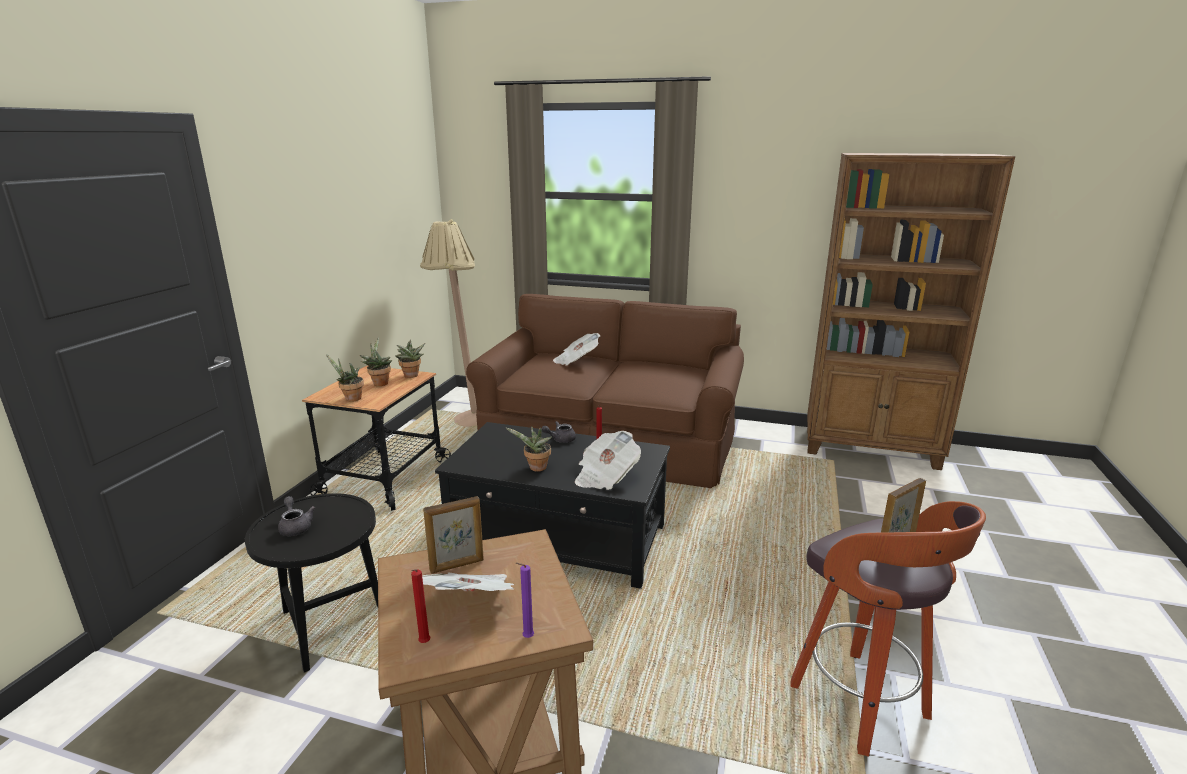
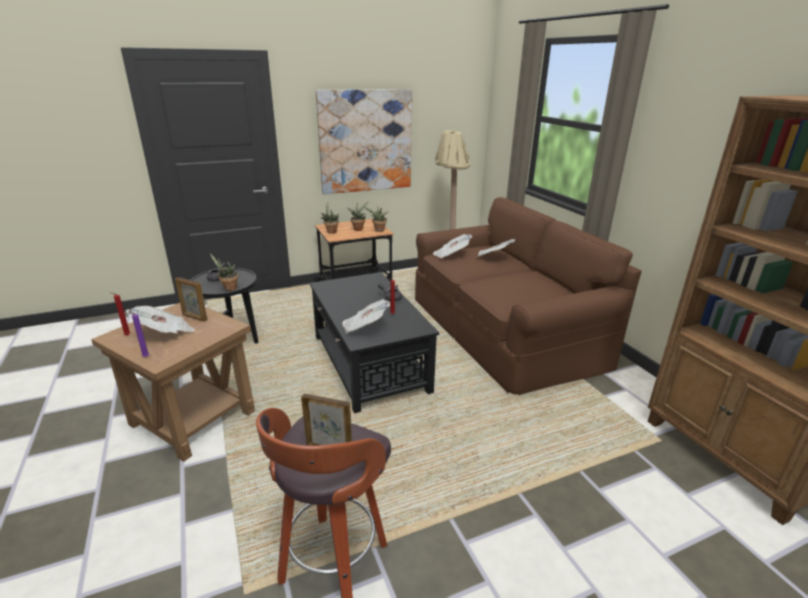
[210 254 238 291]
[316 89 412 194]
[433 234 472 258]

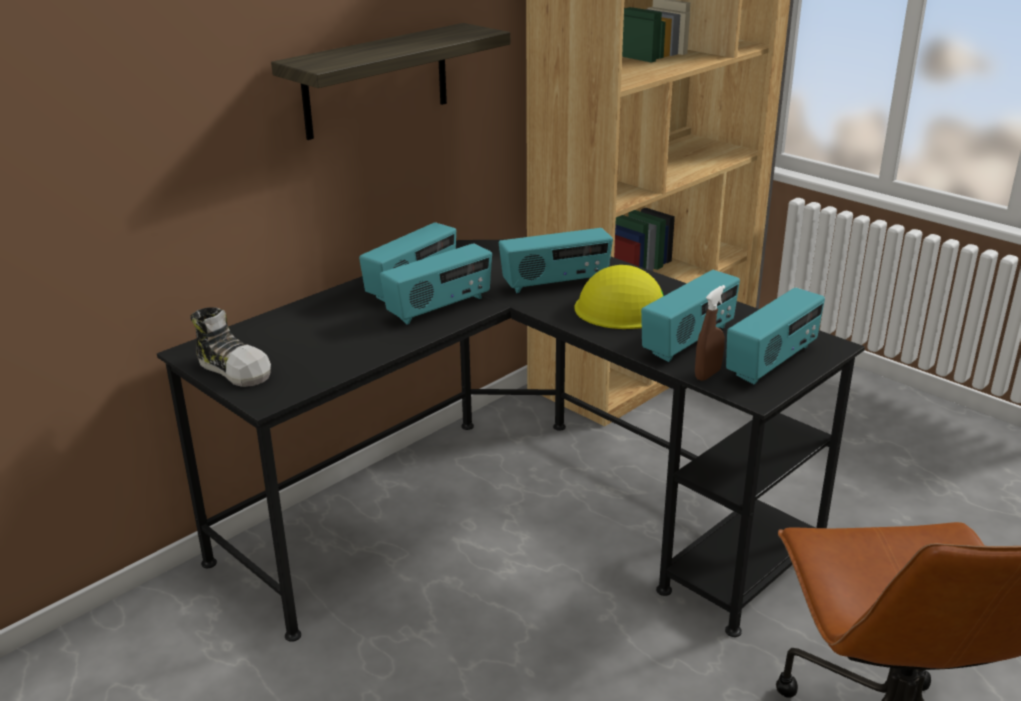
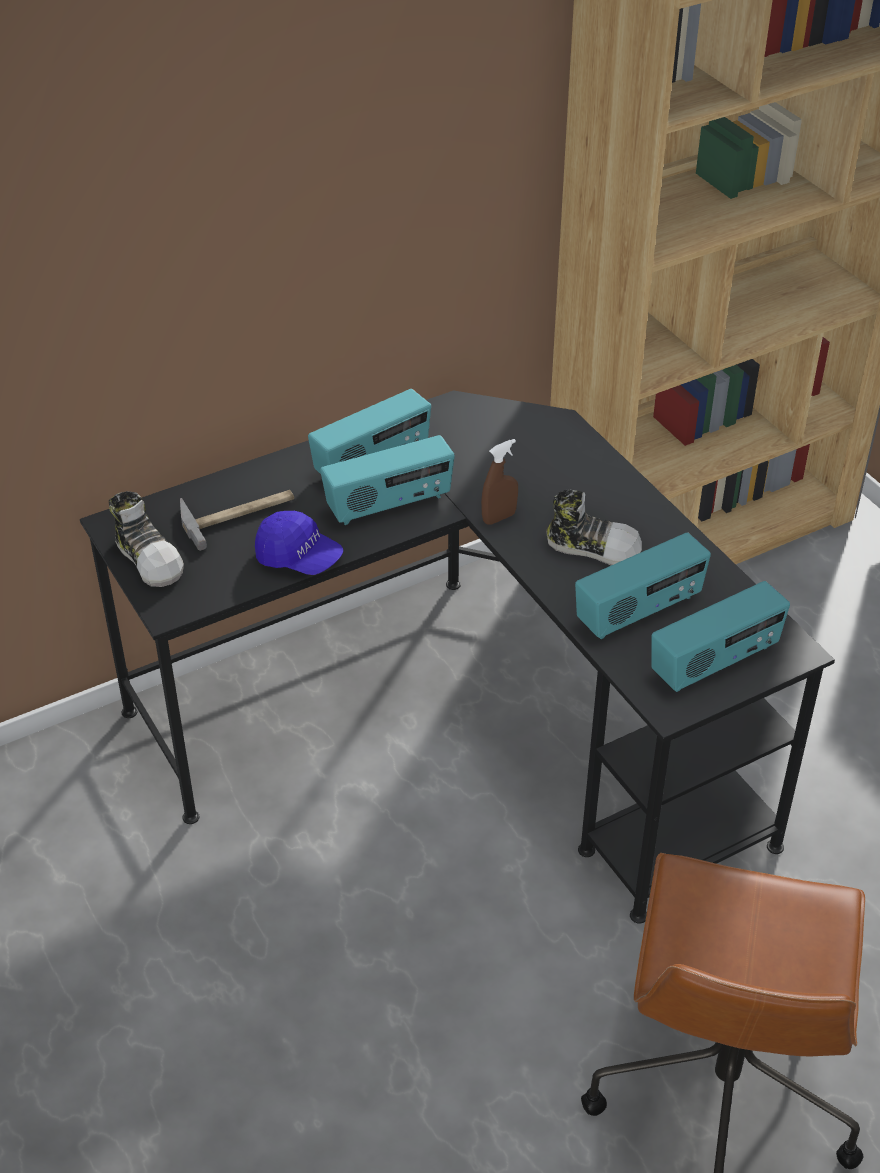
[271 23 510 140] (first image)
[499 228 613 293] (first image)
[546 489 642 565]
[481 439 518 525]
[180 490 294 551]
[255 511 343 575]

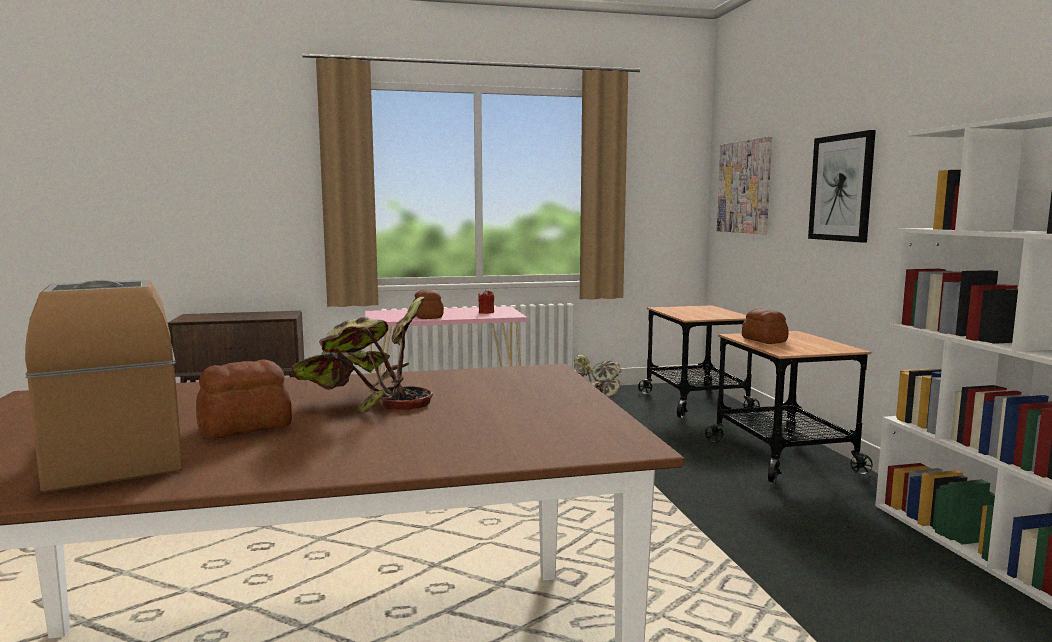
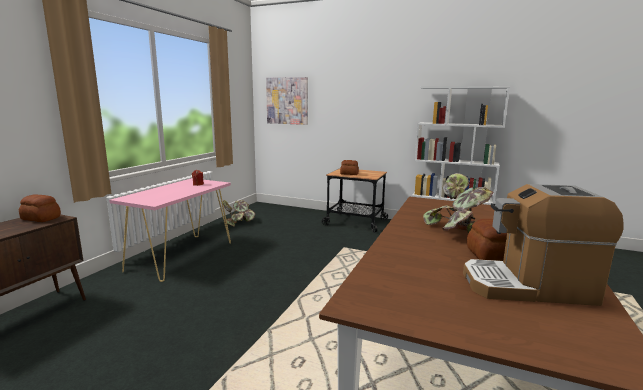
[808 130 876 243] (first image)
[19 194 61 222]
[638 305 760 418] (first image)

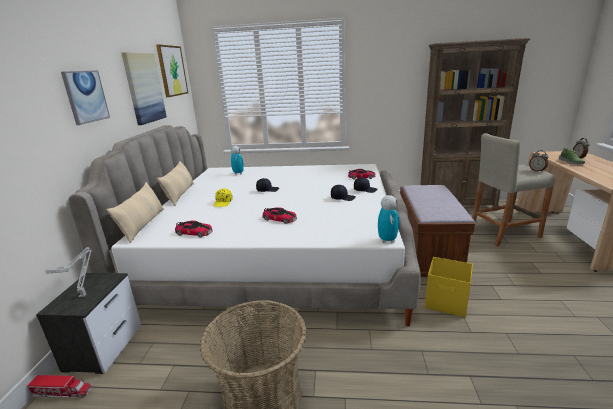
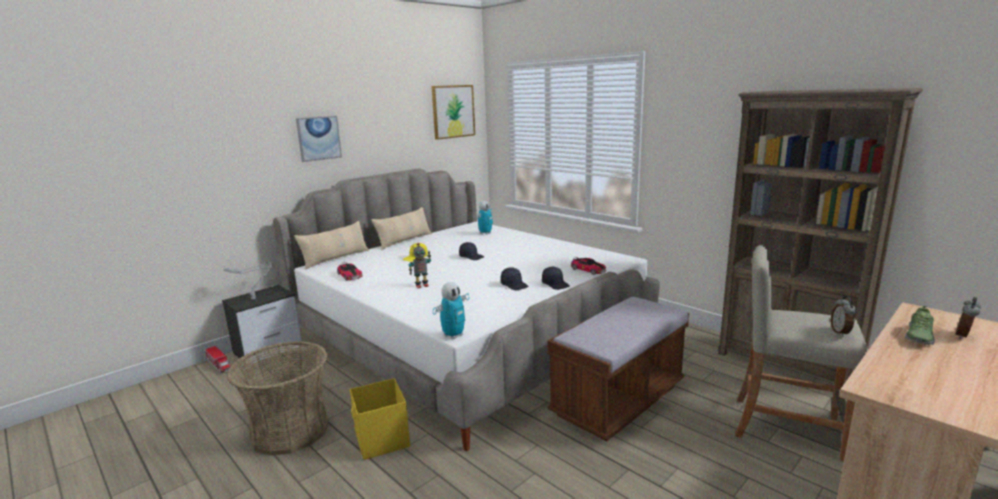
[122 52 167 125] (first image)
[409 243 431 288]
[350 378 410 460]

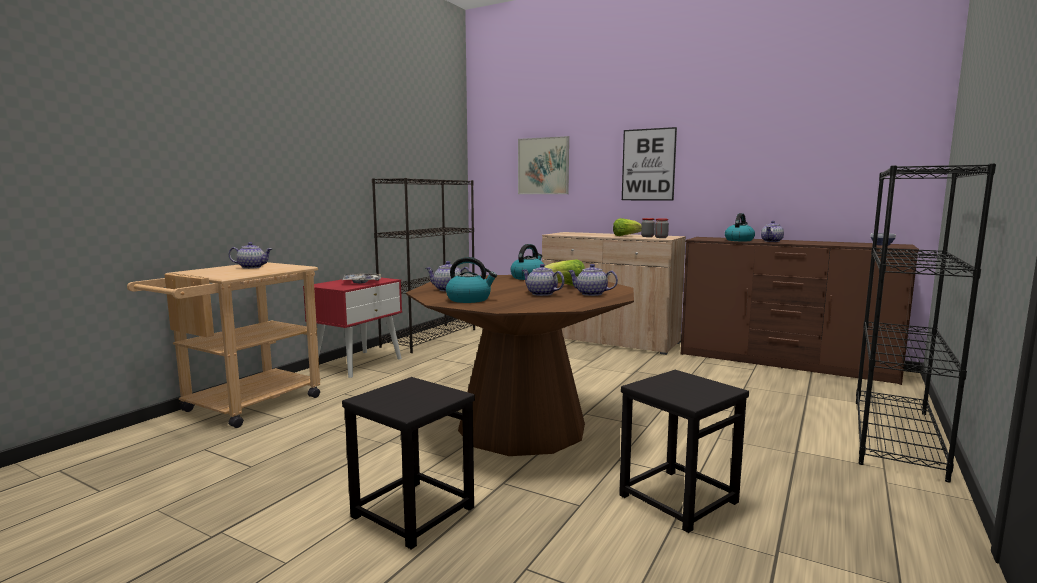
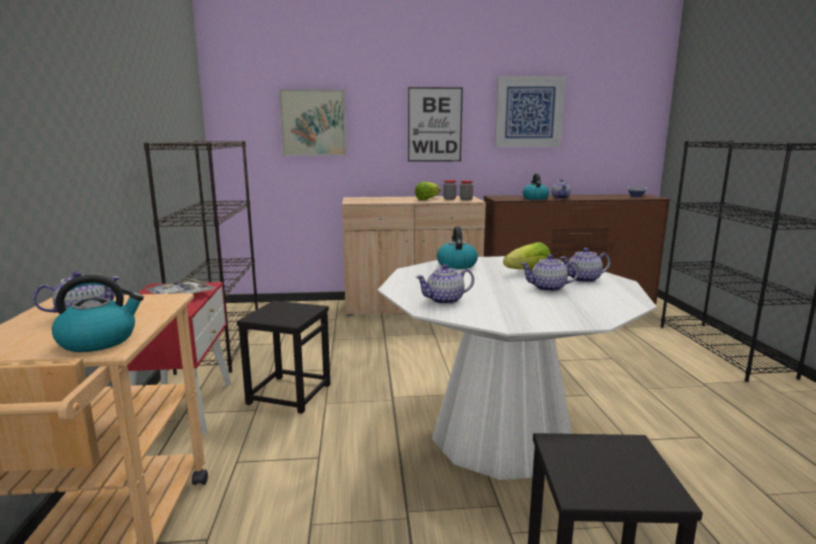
[52 275 144 352]
[378 256 657 480]
[237 301 330 414]
[495 76 566 147]

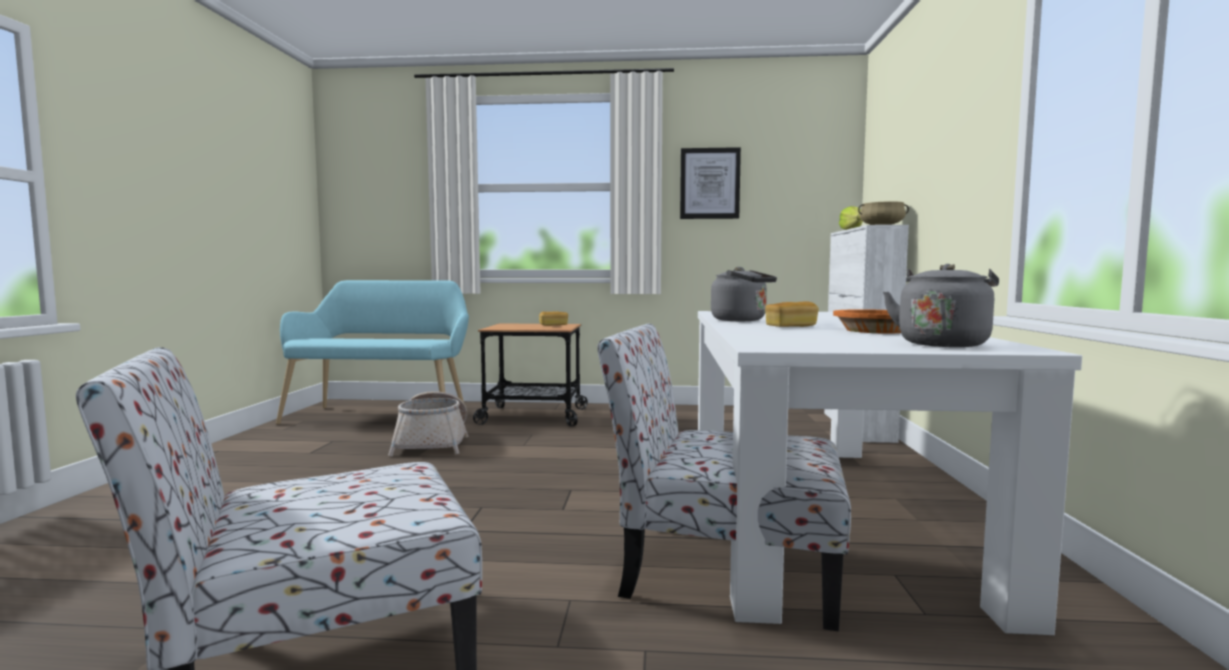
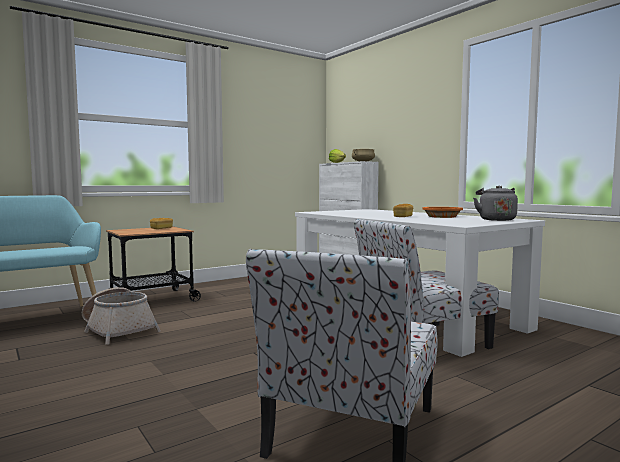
[680 147 741 219] (first image)
[711 267 777 321] (first image)

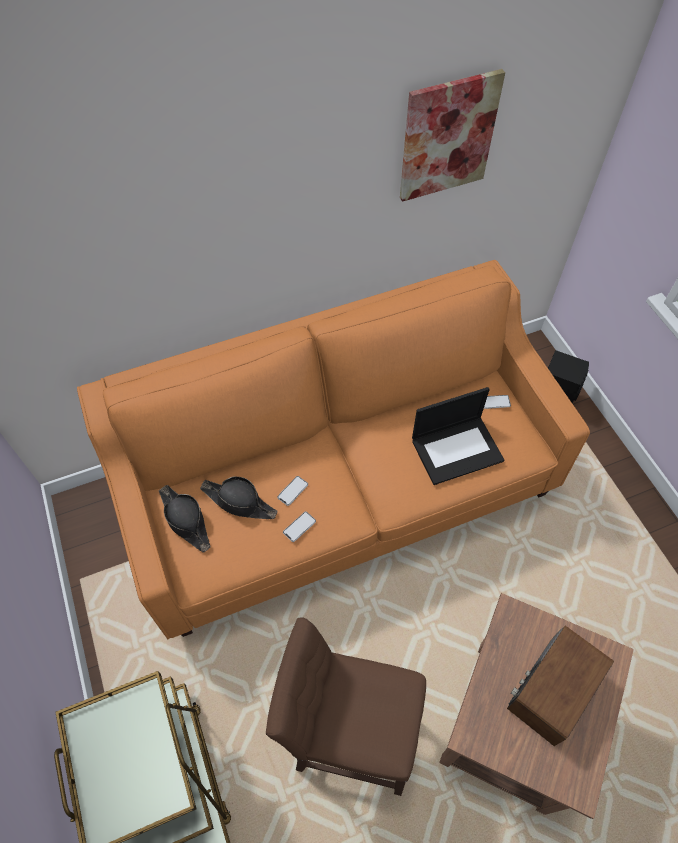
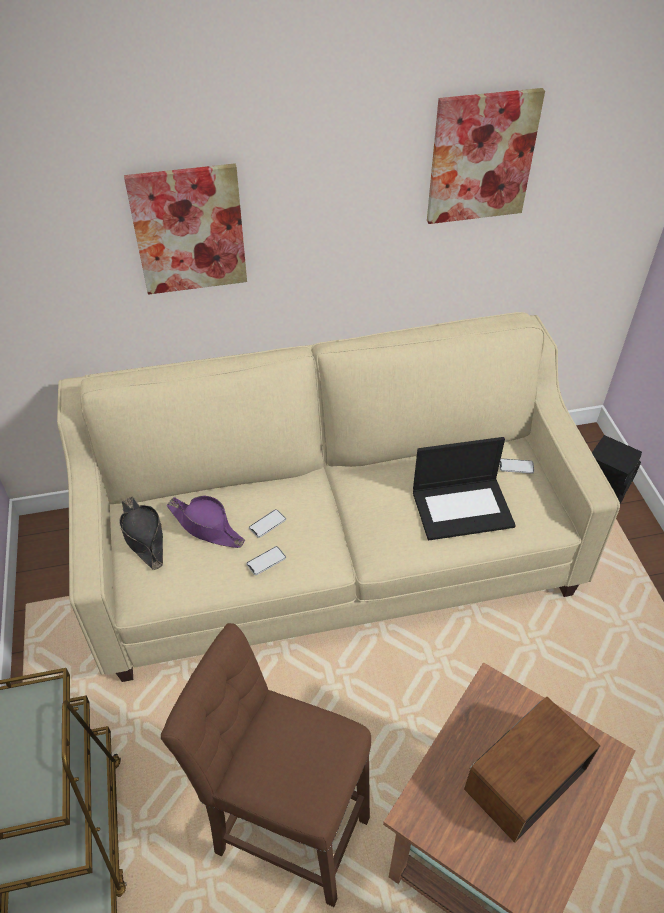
[57 312 620 682]
[166 495 245 548]
[124 163 247 295]

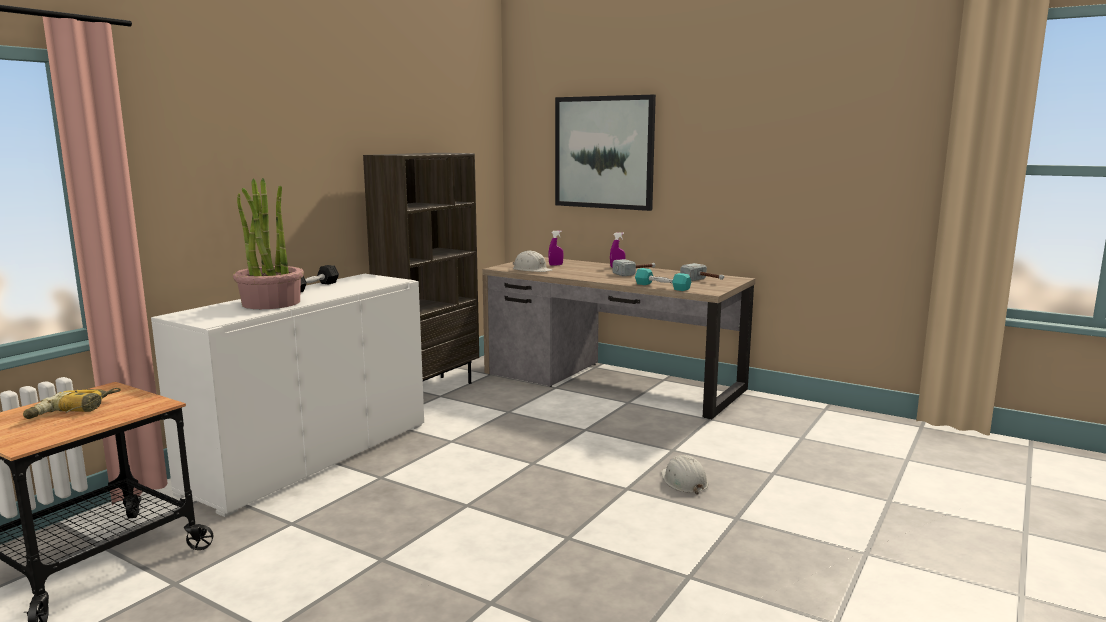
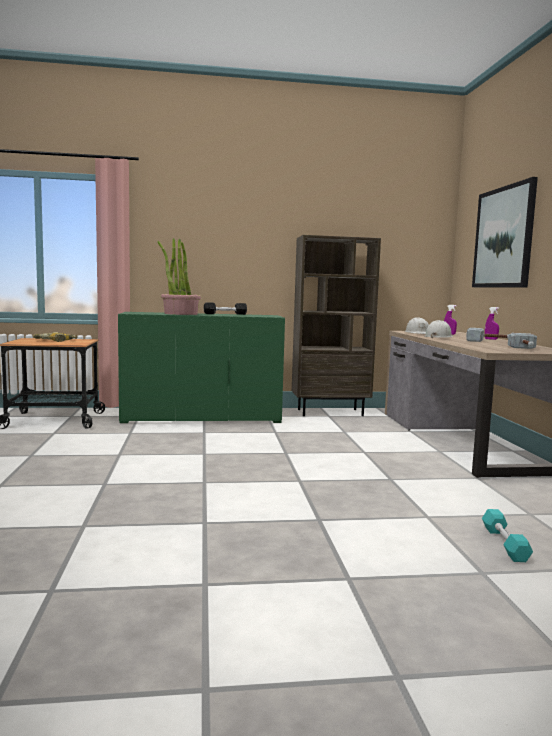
[482 509 533 562]
[118 312 285 423]
[424 320 453 338]

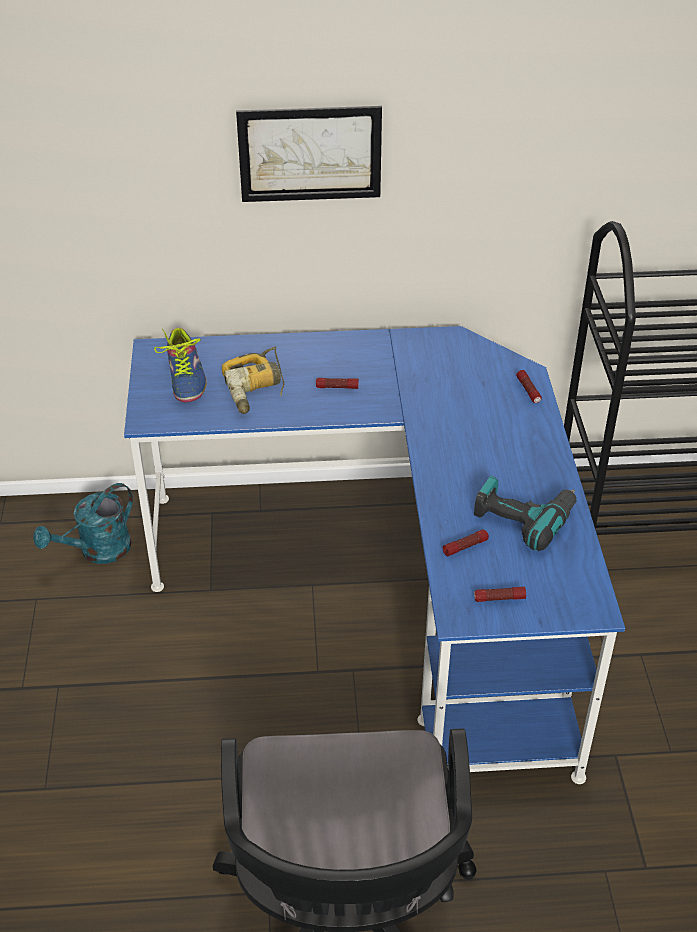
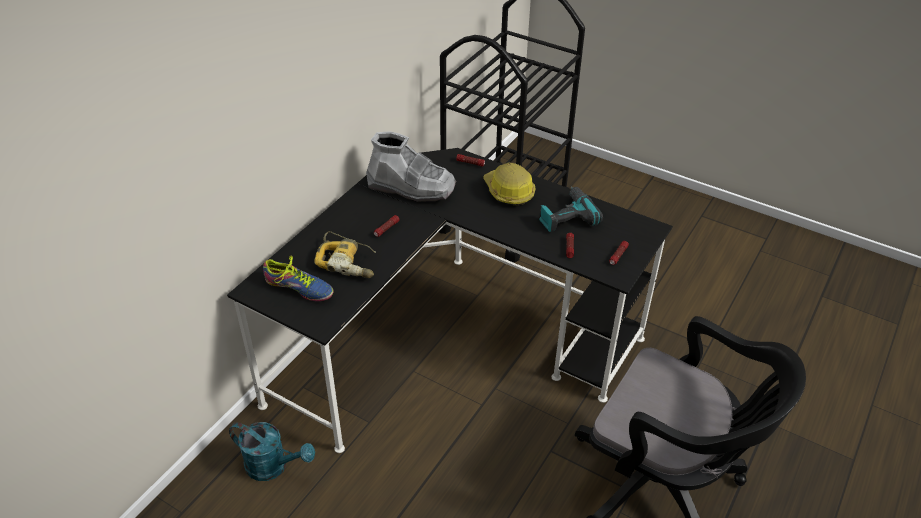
[236 106 382 202] (first image)
[227 148 673 453]
[229 422 315 481]
[366 131 456 202]
[483 162 536 206]

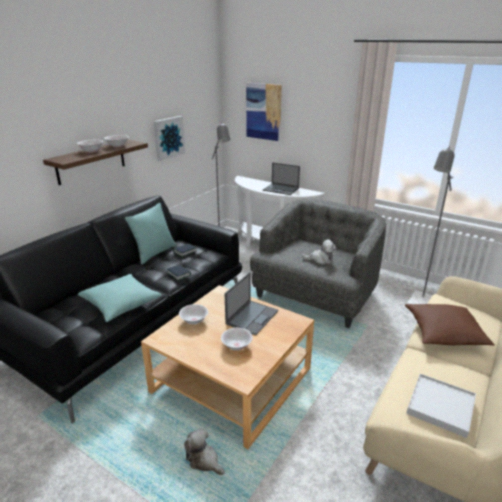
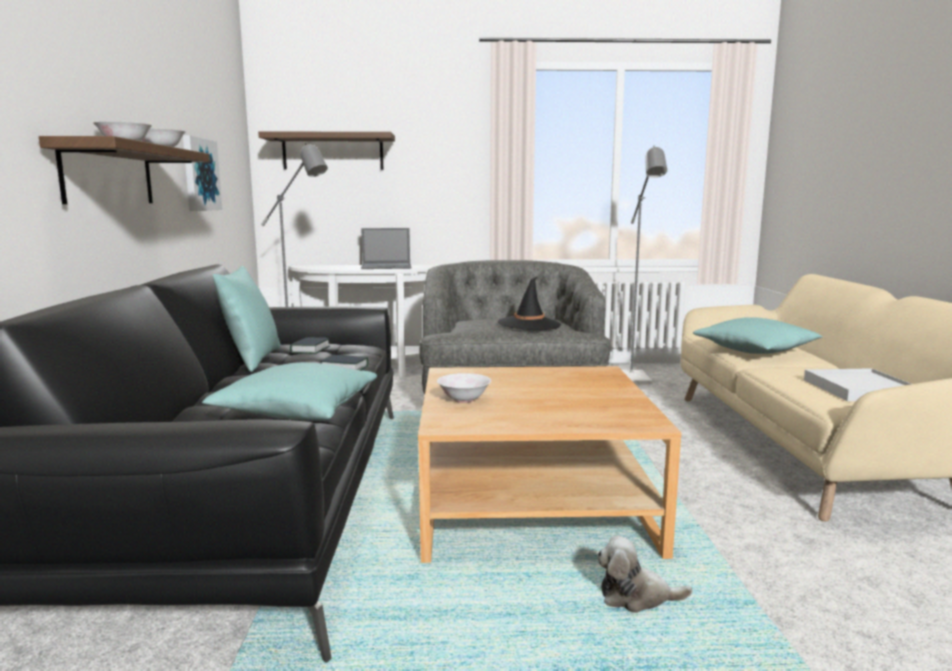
[258 131 395 170]
[498 276 561 330]
[225 272 278 335] (first image)
[693 317 822 354]
[221 328 253 351] (first image)

